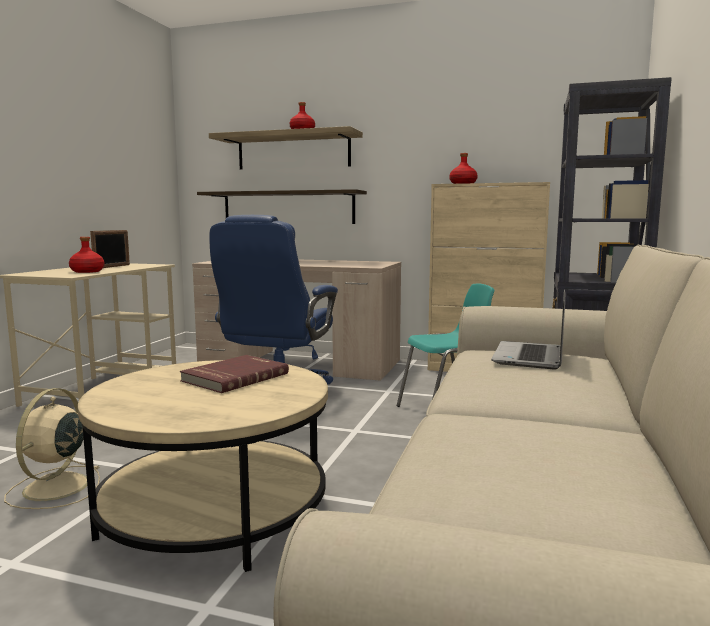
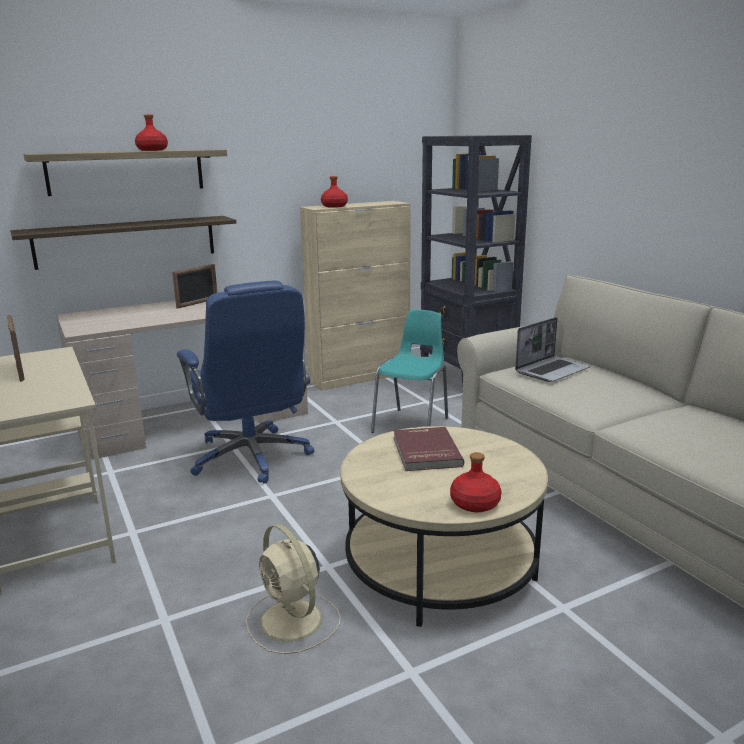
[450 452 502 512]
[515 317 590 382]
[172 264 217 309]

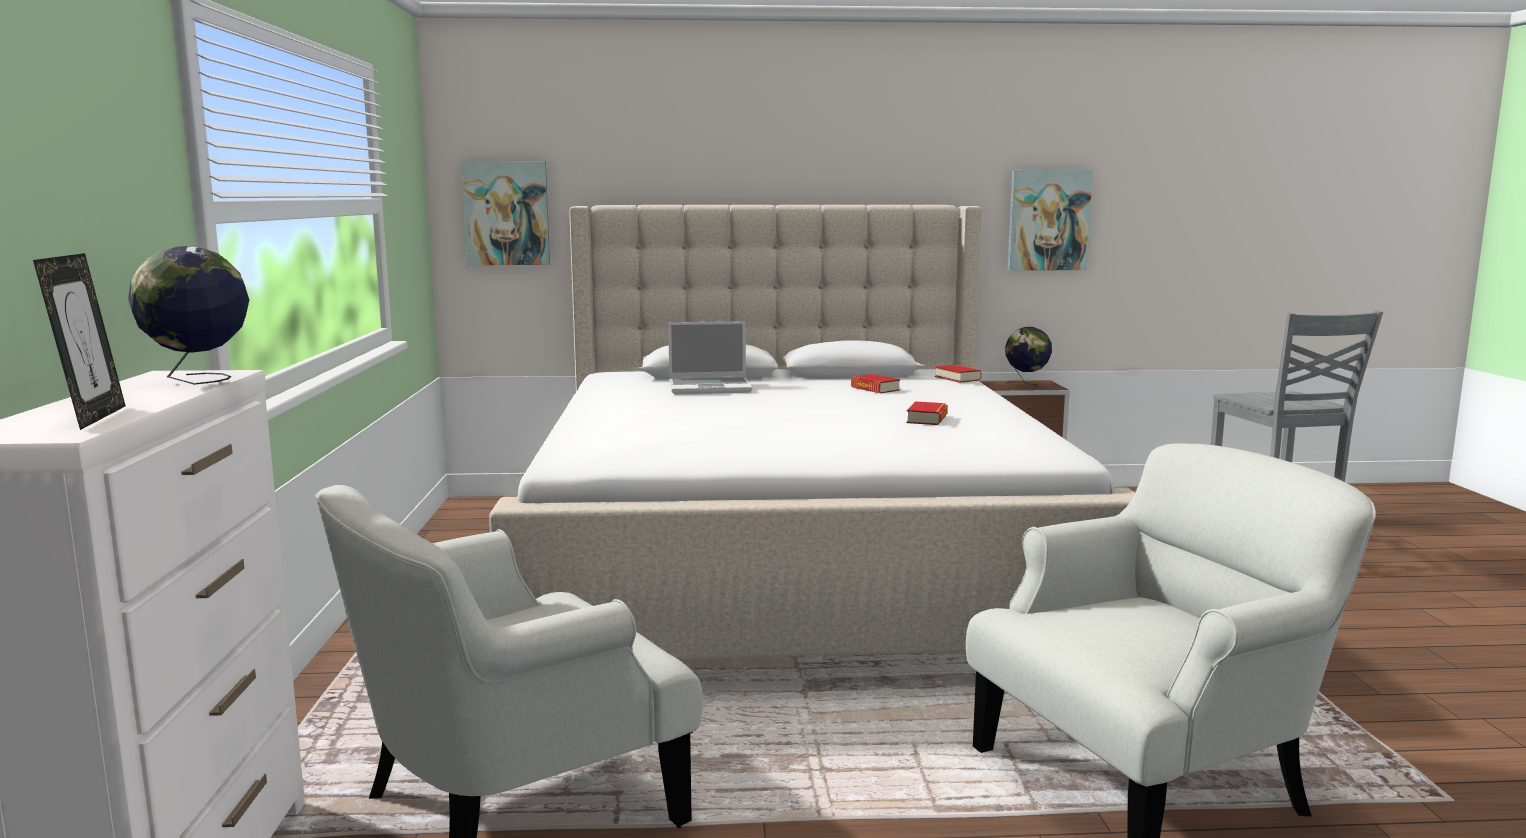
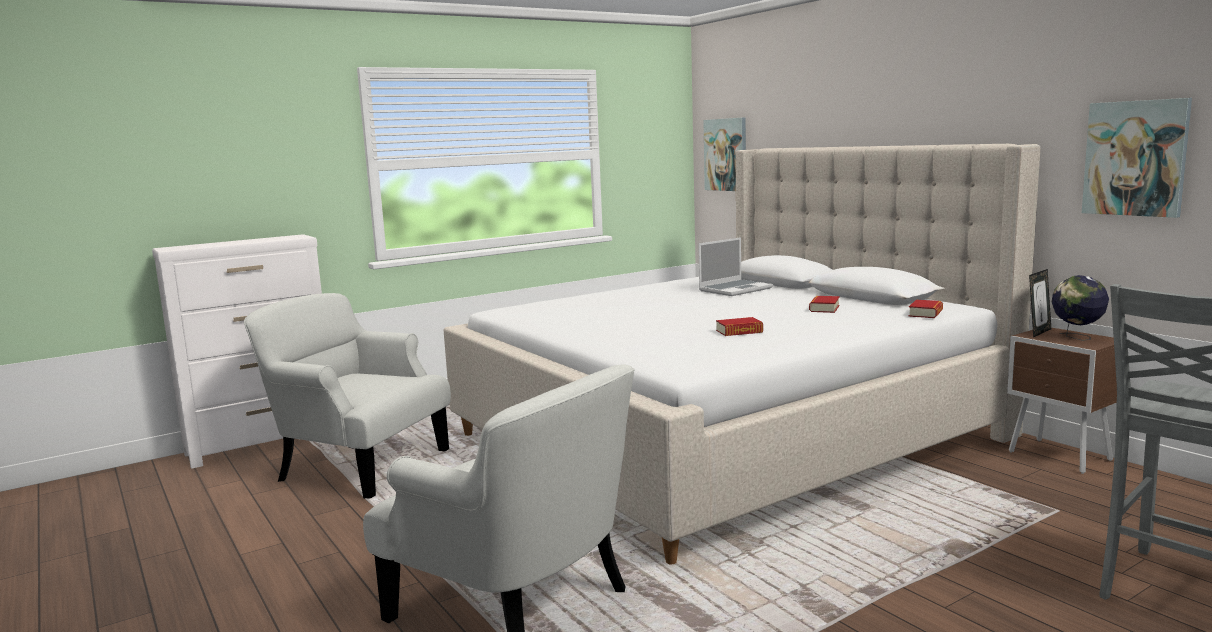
[128 246 249 385] (first image)
[1029 269 1051 337]
[698 237 773 296]

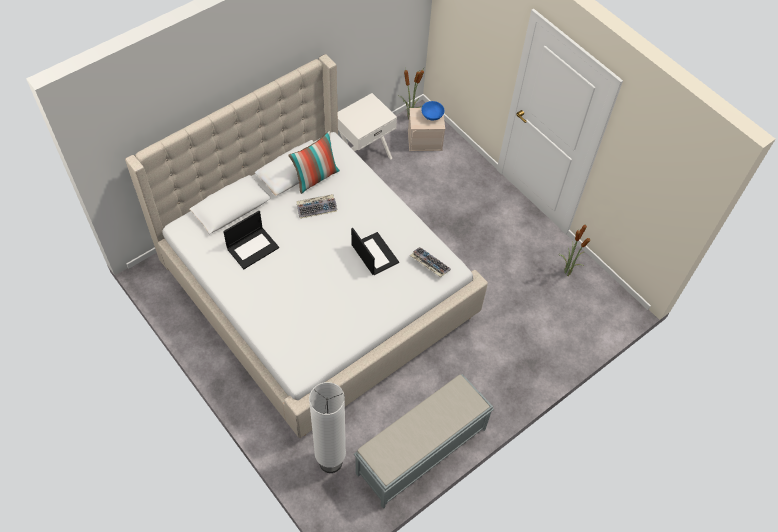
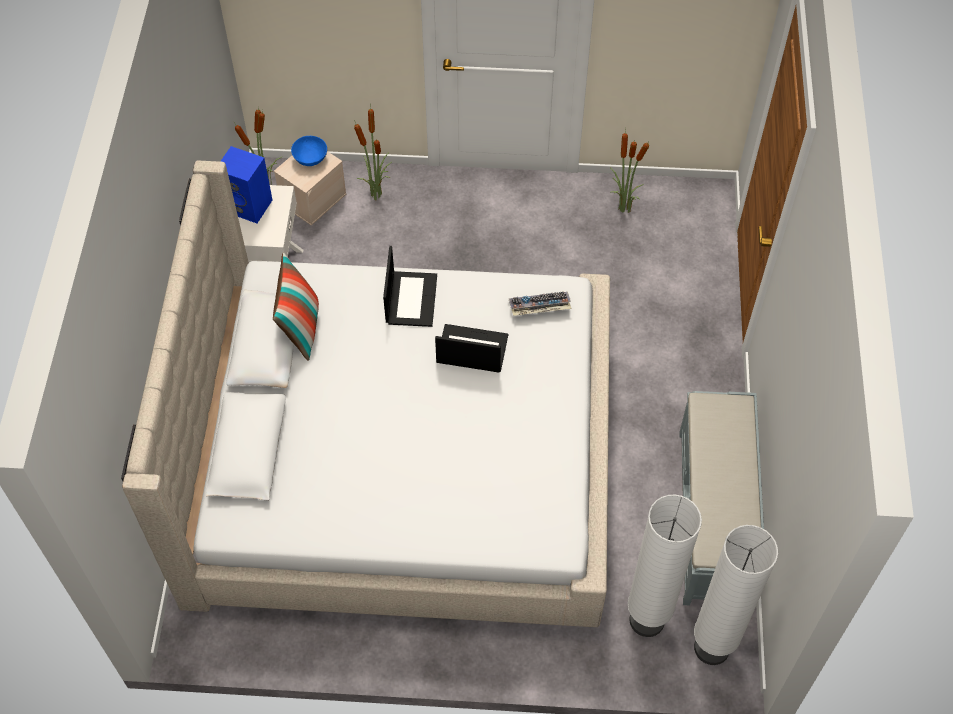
[296 194 338 219] (first image)
[383 246 437 327]
[354 104 392 200]
[220 146 272 223]
[694 525 778 665]

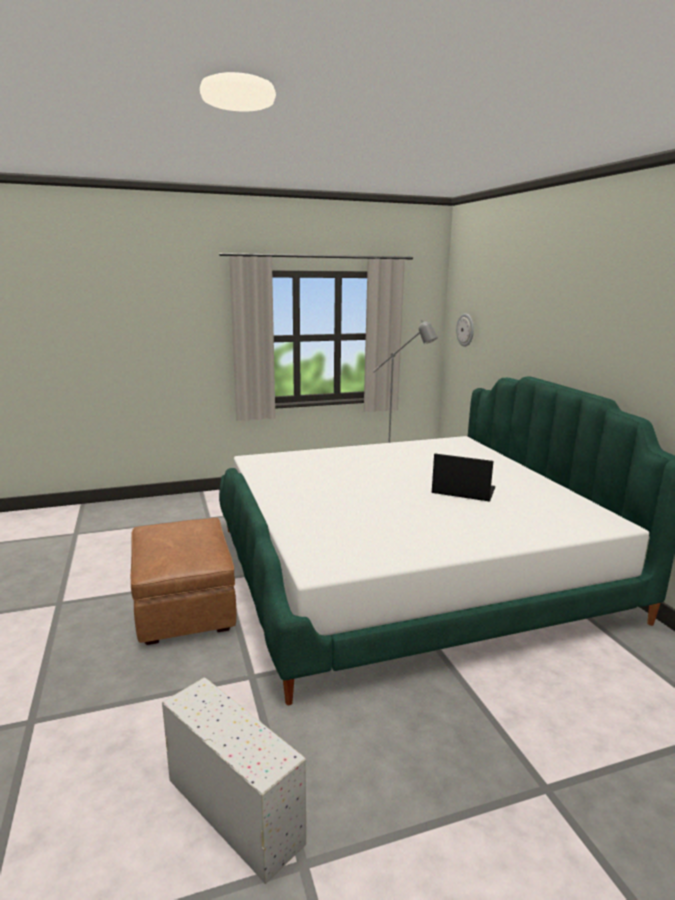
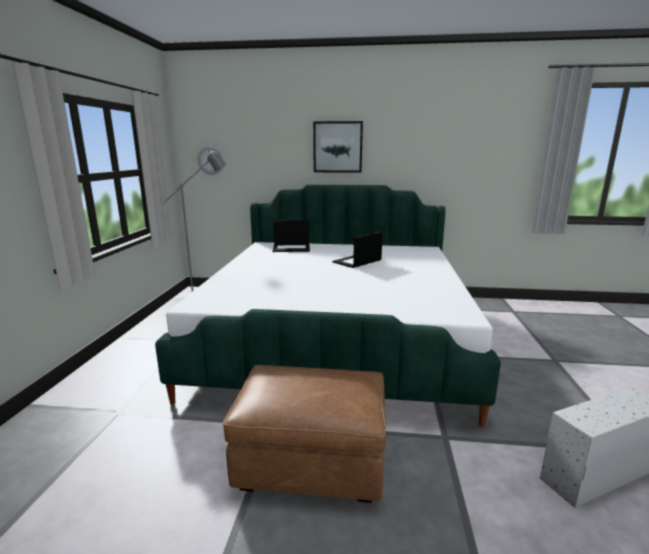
[313 121 363 173]
[273 220 310 252]

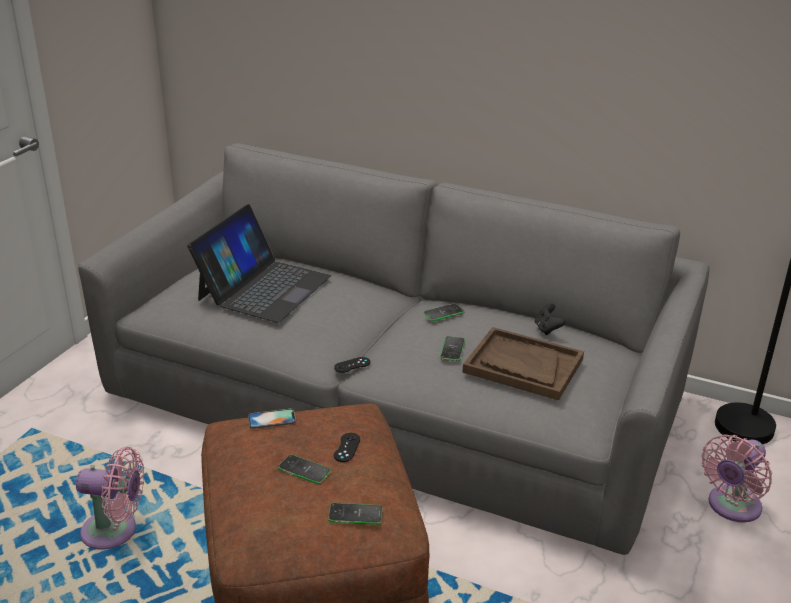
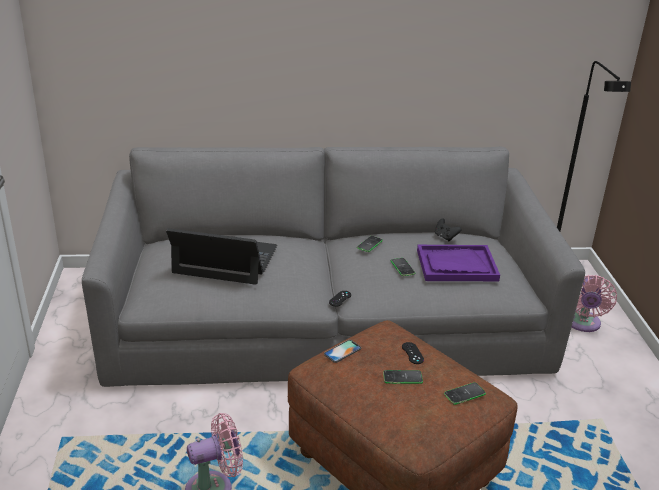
[166 228 277 285]
[417 245 500 281]

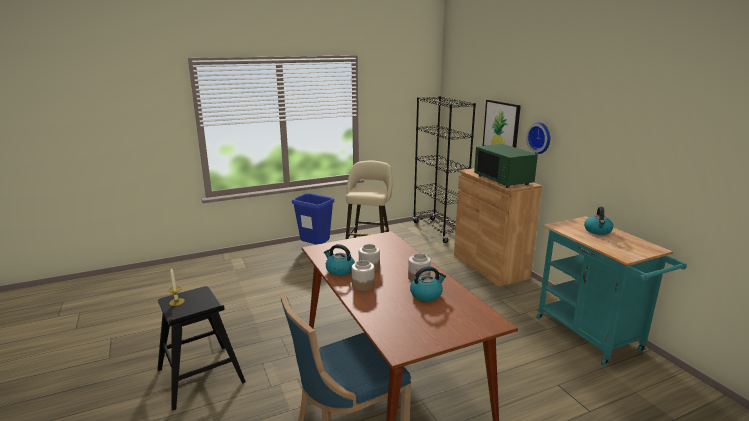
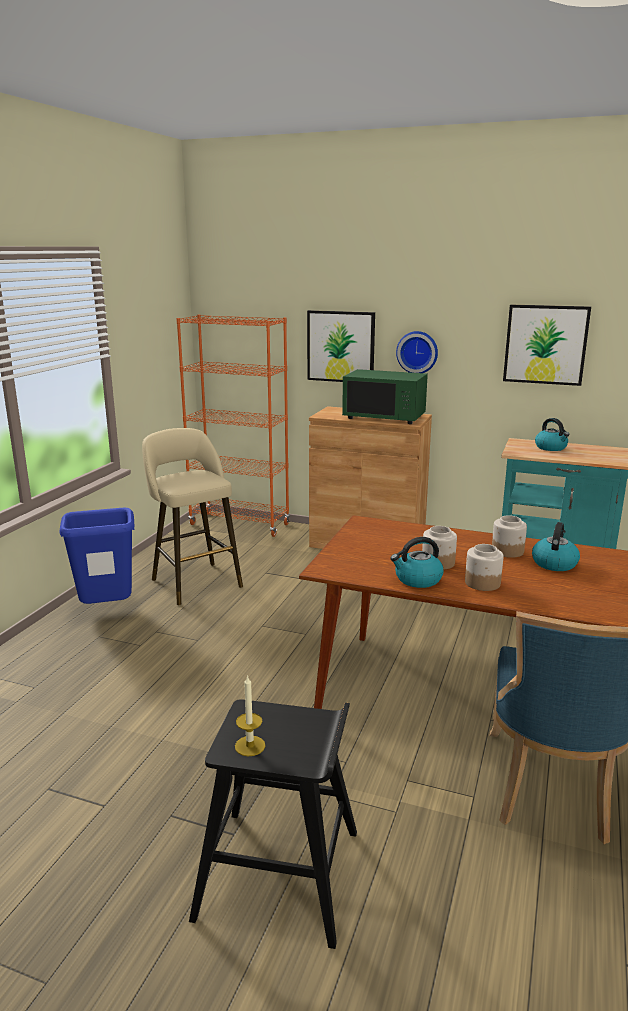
[176 314 290 537]
[503 305 591 386]

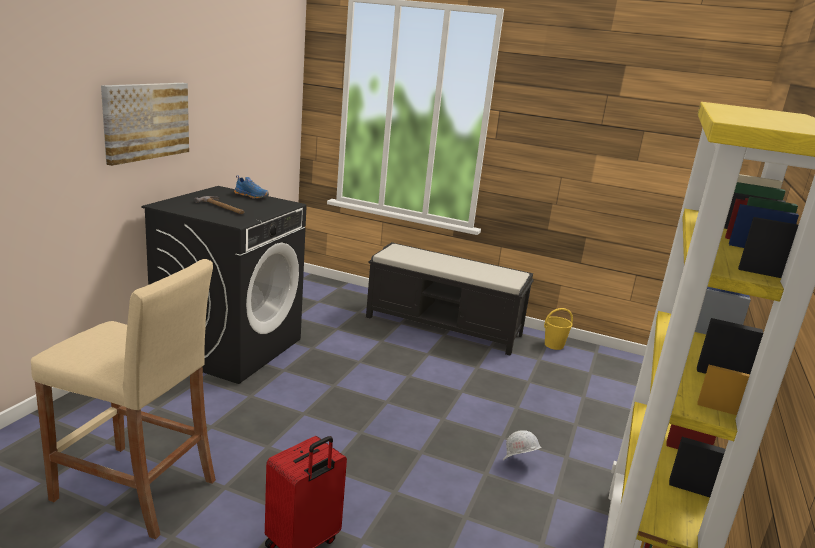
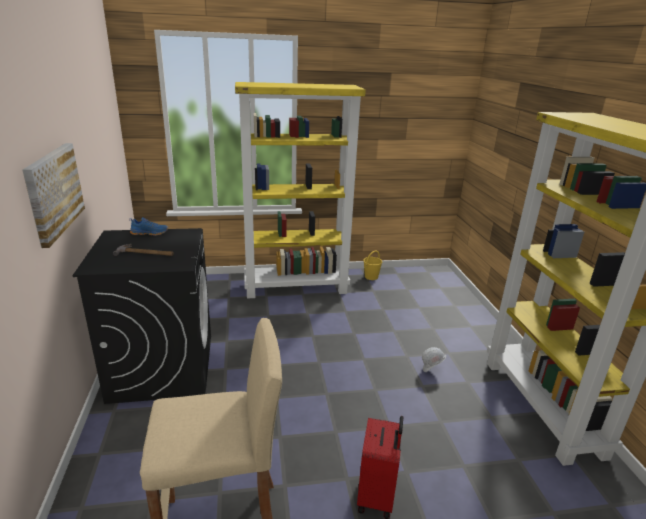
[235 82 366 299]

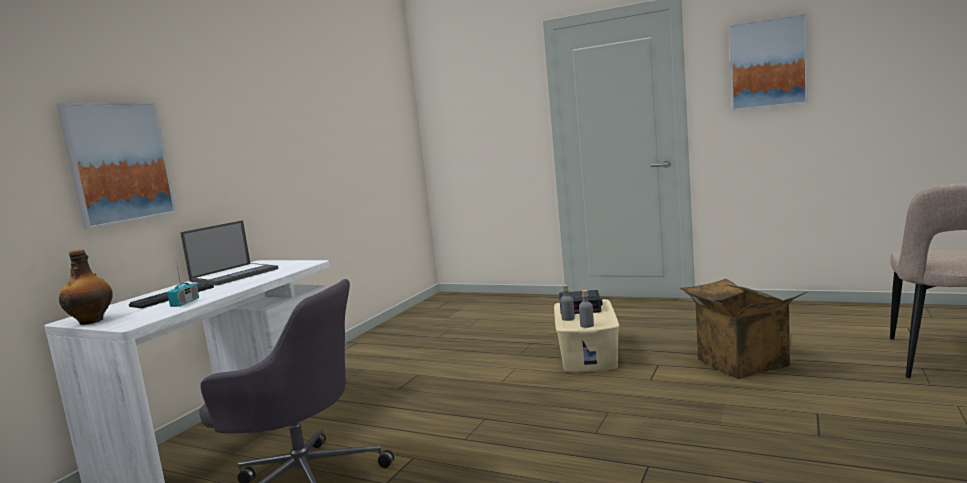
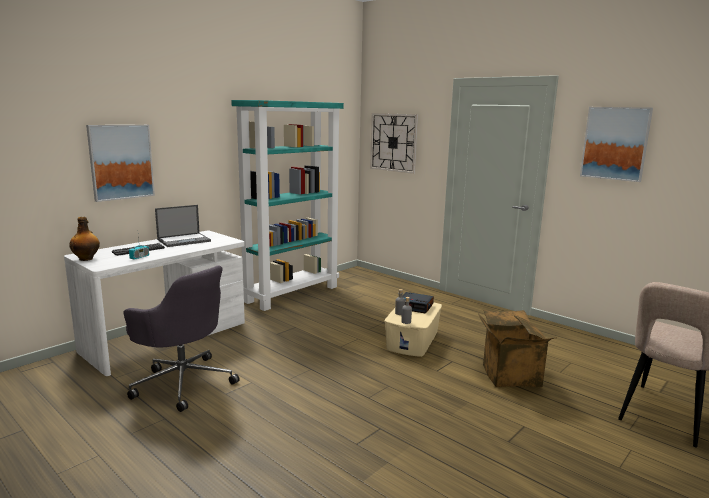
[231 100 344 311]
[370 113 418 174]

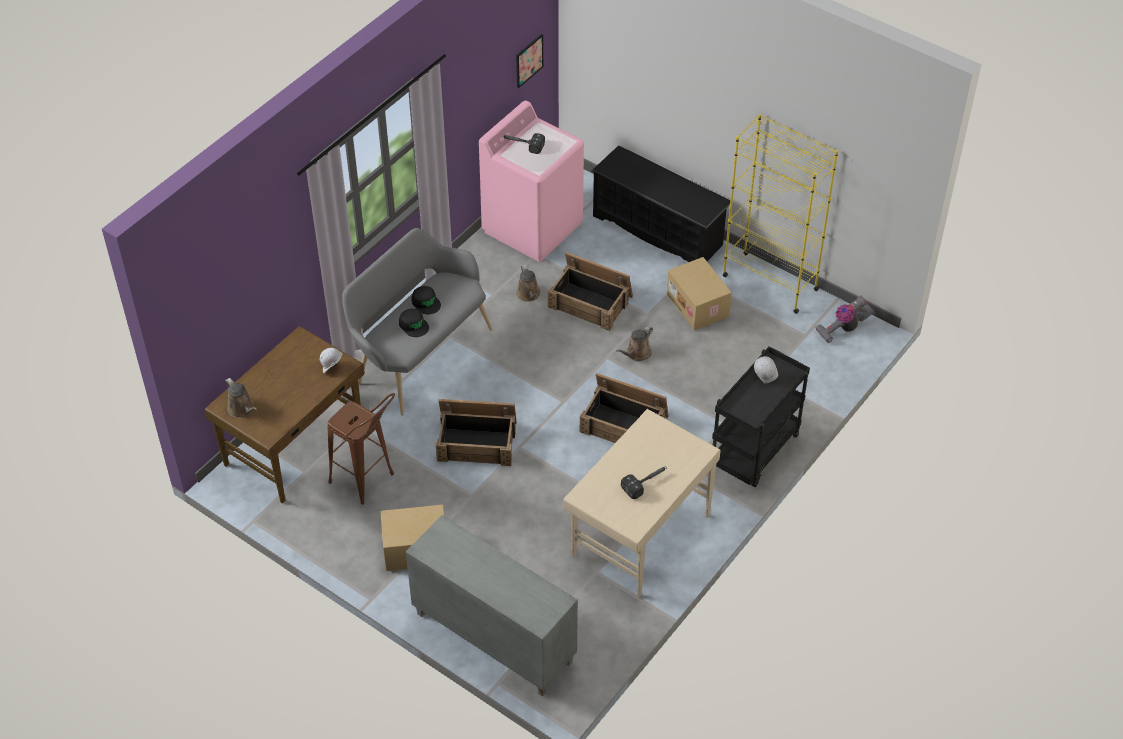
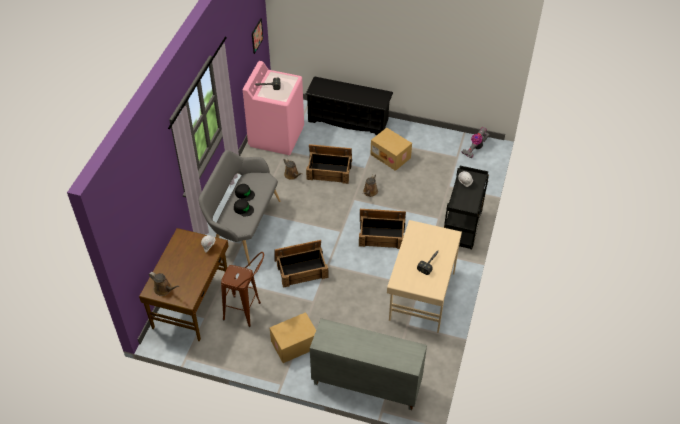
[722 114 838 314] (first image)

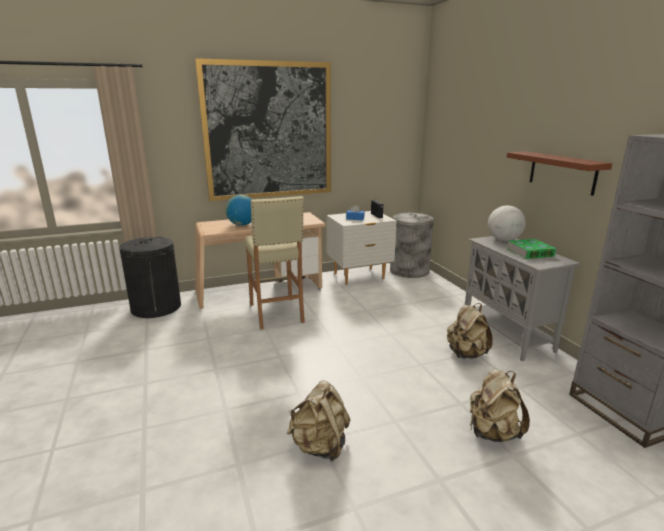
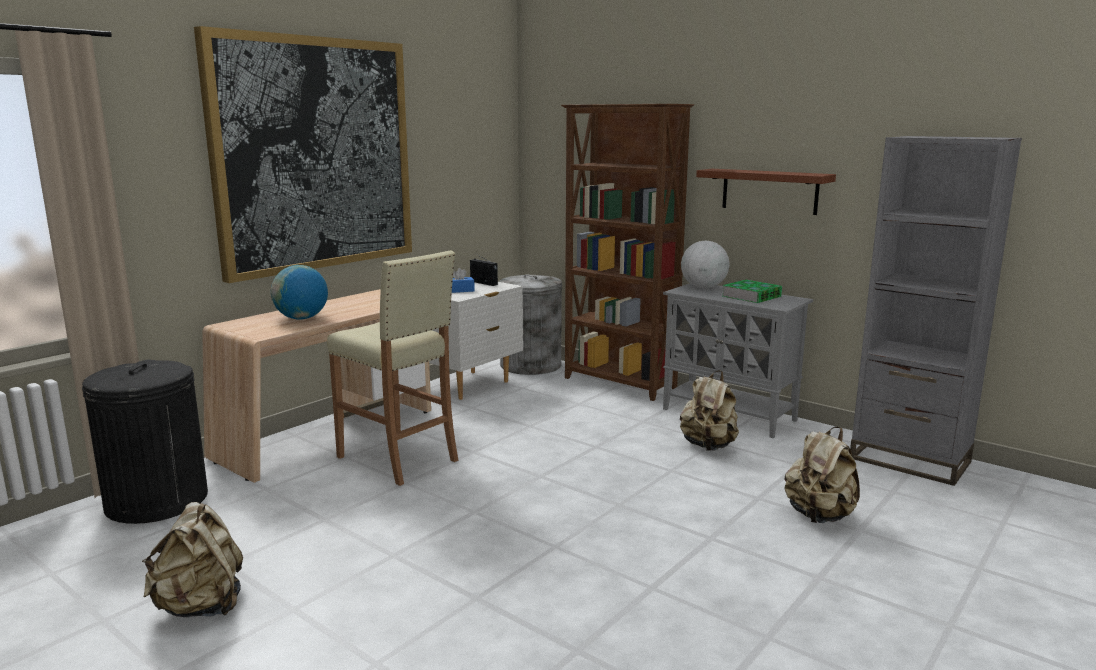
[142 502 243 617]
[561 104 694 401]

